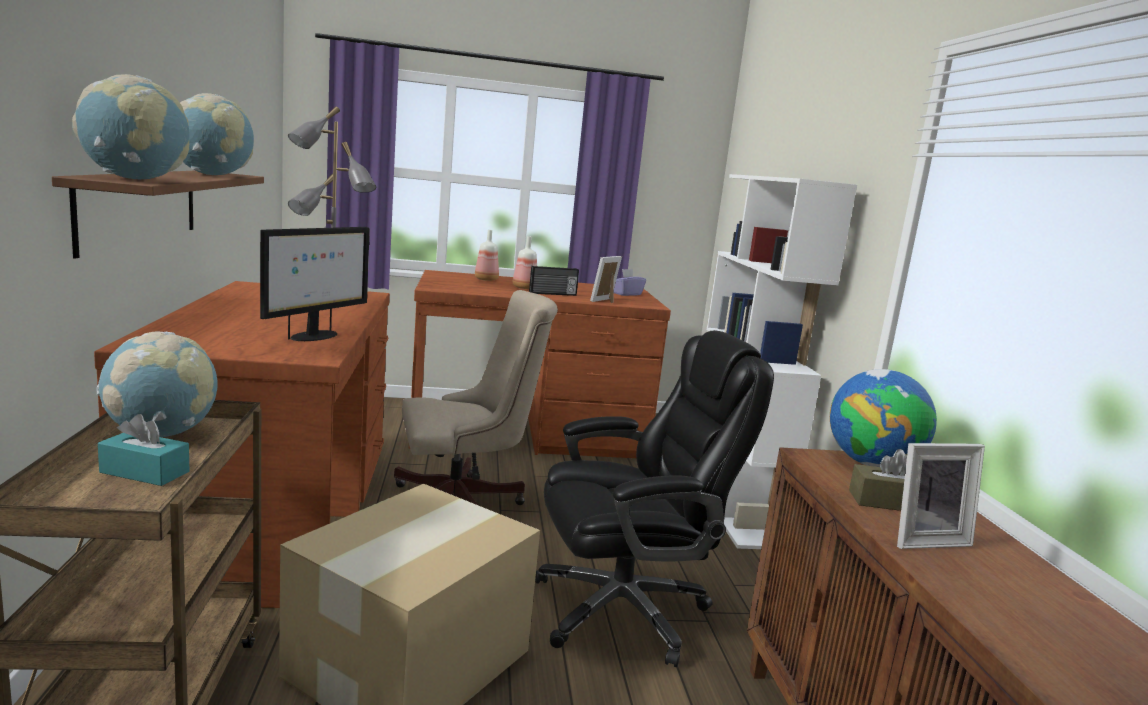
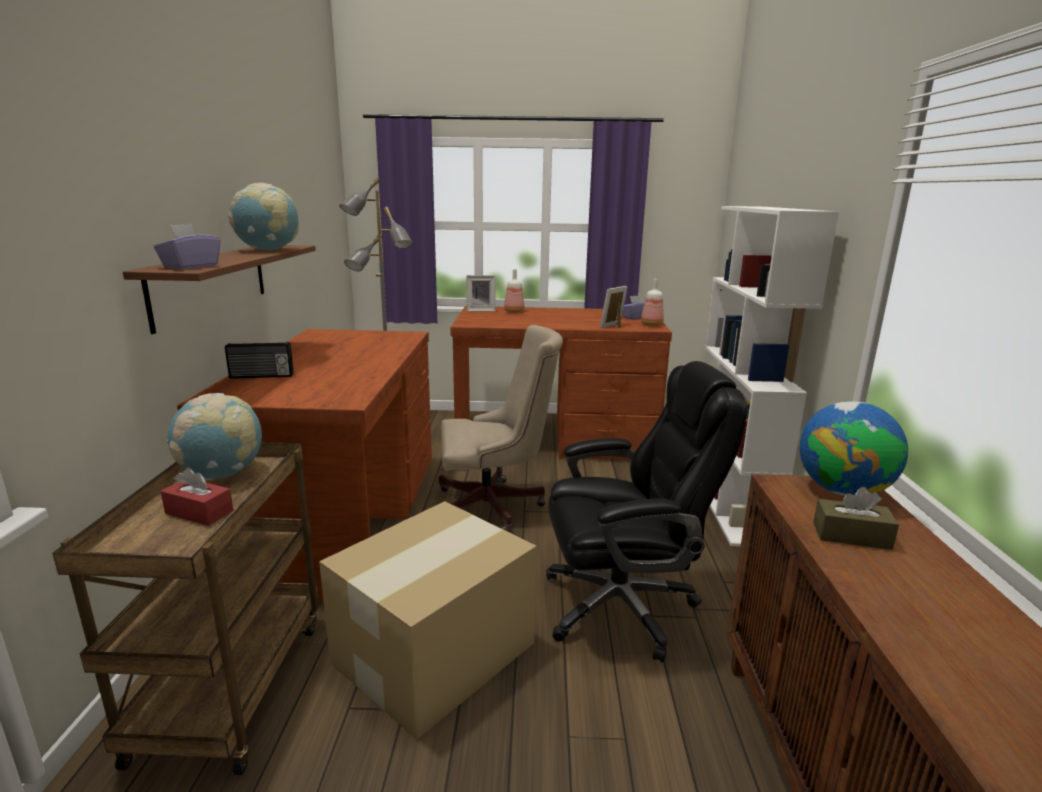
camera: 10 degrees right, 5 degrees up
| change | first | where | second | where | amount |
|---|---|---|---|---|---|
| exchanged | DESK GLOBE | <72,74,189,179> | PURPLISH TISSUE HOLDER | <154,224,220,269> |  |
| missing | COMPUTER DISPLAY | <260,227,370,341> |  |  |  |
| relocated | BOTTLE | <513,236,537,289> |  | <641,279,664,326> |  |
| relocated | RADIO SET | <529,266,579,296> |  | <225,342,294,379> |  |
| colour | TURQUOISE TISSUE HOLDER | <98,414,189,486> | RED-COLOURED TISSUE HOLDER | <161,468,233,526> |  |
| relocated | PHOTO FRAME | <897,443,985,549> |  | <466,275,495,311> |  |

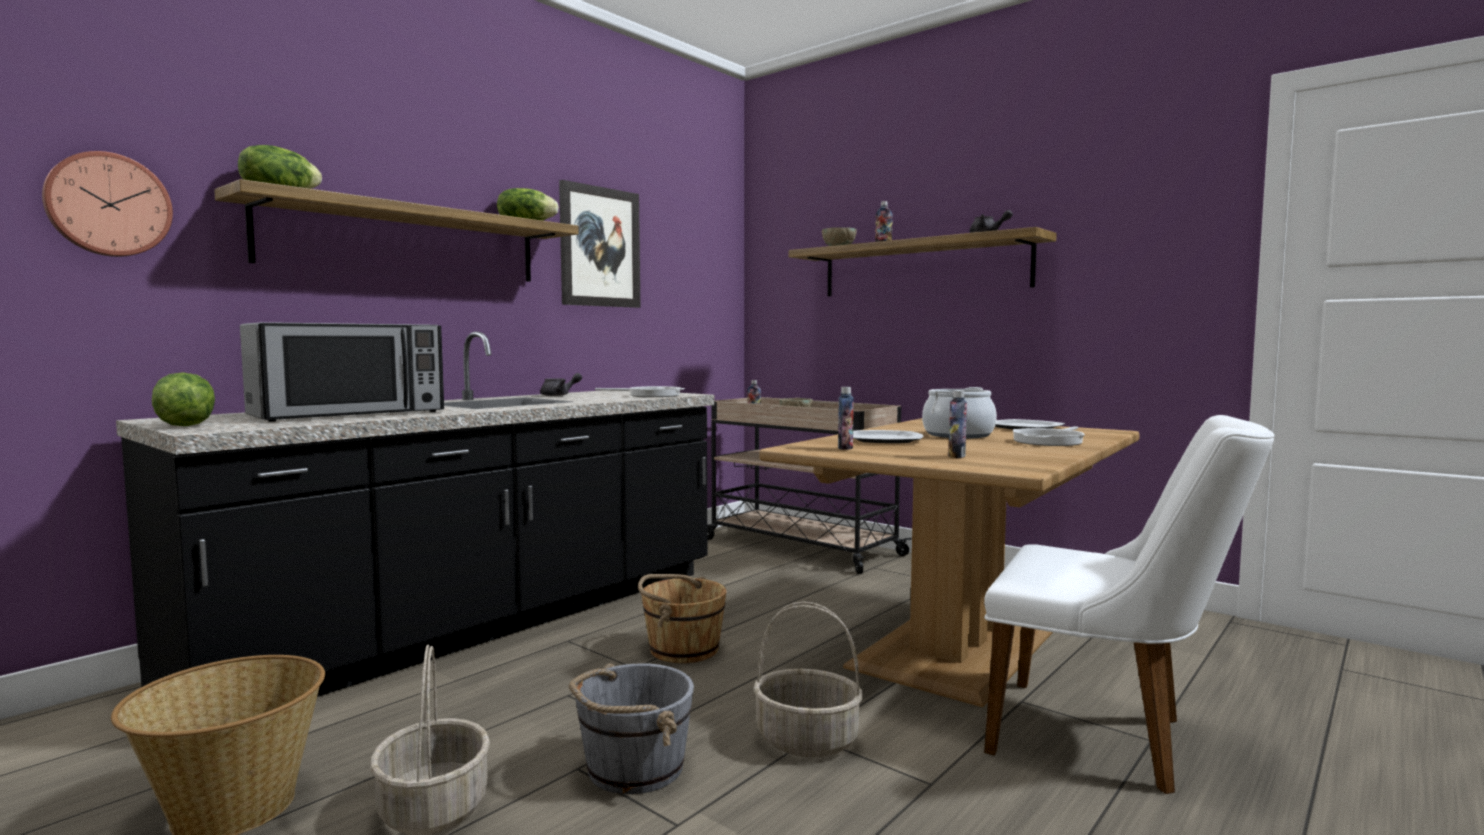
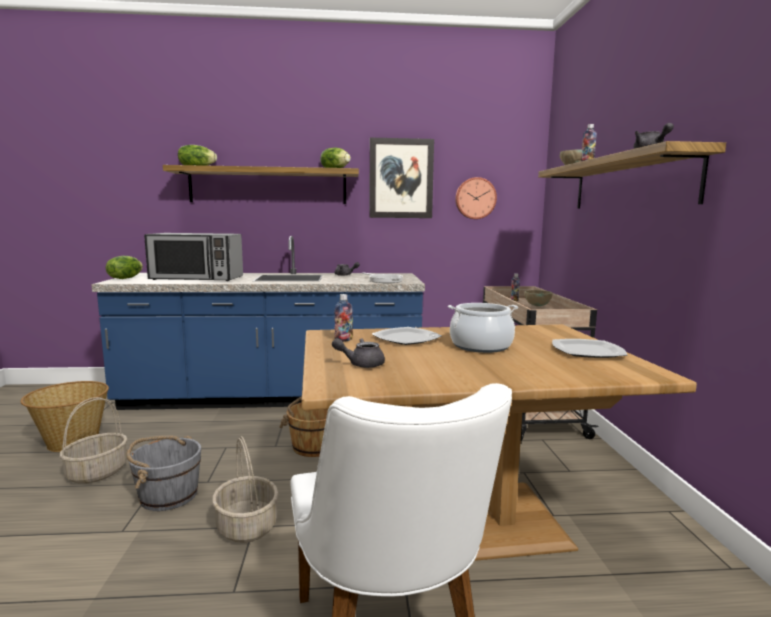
camera: 45 degrees right, 5 degrees up
| change | first | where | second | where | amount |
|---|---|---|---|---|---|
| relocated | WALL CLOCK | <42,151,173,257> |  | <455,177,497,219> |  |
| colour | BLACK-COLOURED KITCHEN BASE UNIT | <116,332,714,697> | BLUISH KITCHEN BASE UNIT | <91,236,425,410> |  |
| exchanged | BOTTLE | <949,390,967,458> | GREY TEA POT | <332,338,385,368> |  |
| missing | SKILLET | <1013,426,1085,446> |  |  |  |

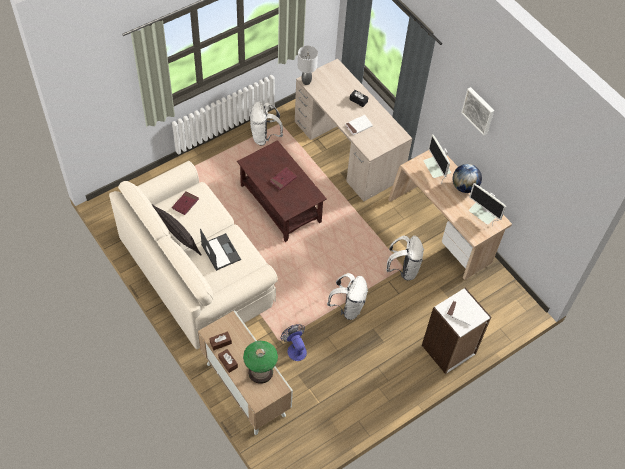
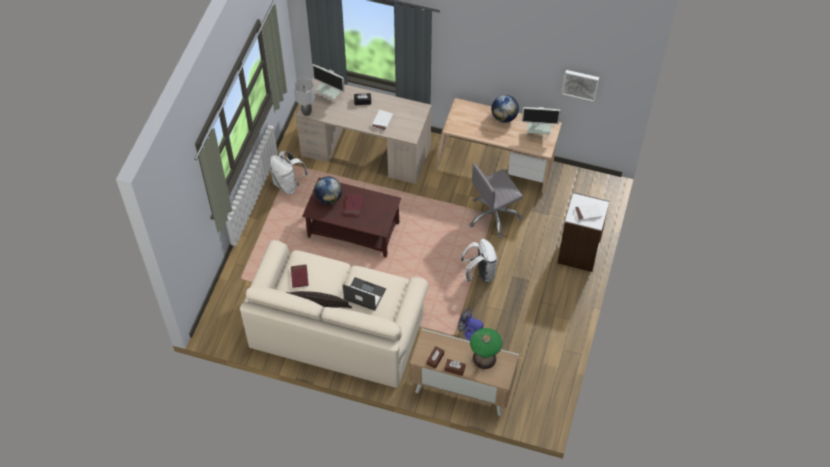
camera: 35 degrees left, 0 degrees up
| change | first | where | second | where | amount |
|---|---|---|---|---|---|
| relocated | WALL ART | <461,87,494,135> |  | <562,70,599,102> |  |
| relocated | COMPUTER DISPLAY | <423,134,451,184> |  | <312,64,345,100> |  |
| exchanged | WHITE BACKPACK | <386,236,424,281> | GREY DESK CHAIR | <469,163,523,238> |  |
| appeared |  |  | DESK GLOBE | <314,177,342,205> |  |

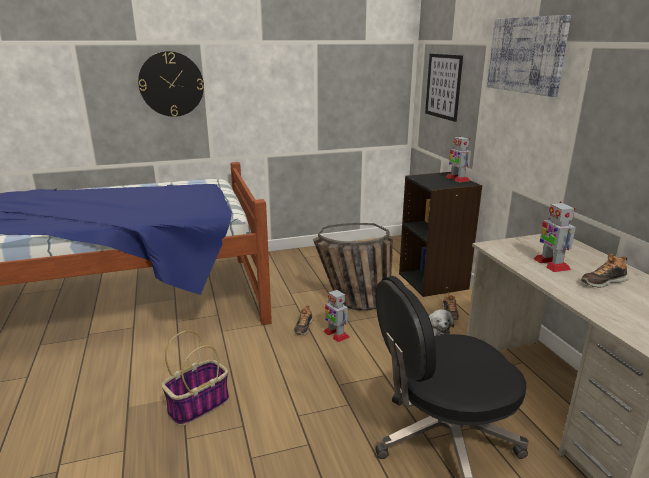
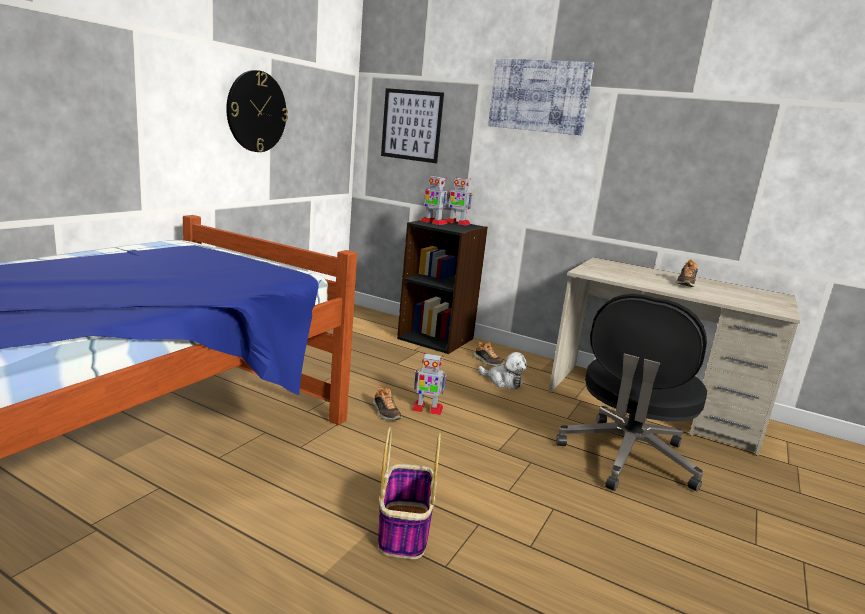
camera: 45 degrees left, 5 degrees down
| change | first | where | second | where | amount |
|---|---|---|---|---|---|
| relocated | WALL CLOCK | <138,51,204,117> |  | <226,70,288,152> |  |
| relocated | TOY ROBOT | <533,201,576,272> |  | <420,175,448,225> |  |
| missing | BASKET | <313,223,393,311> |  |  |  |

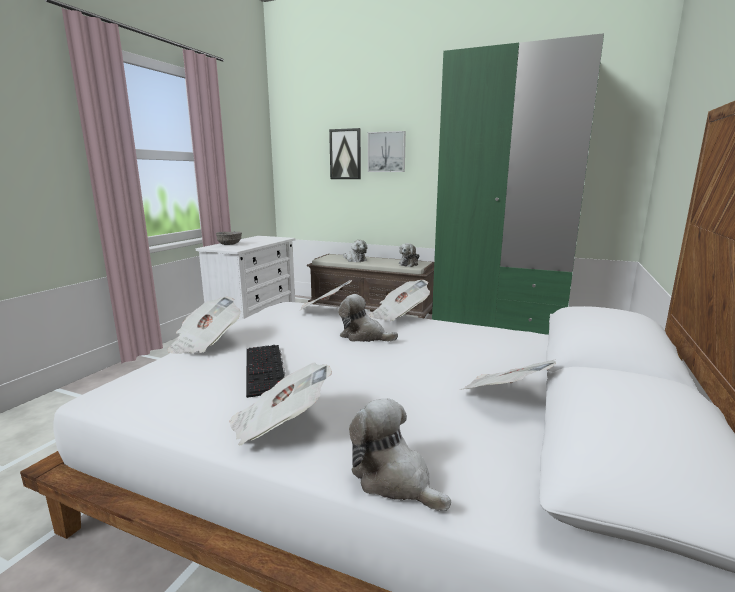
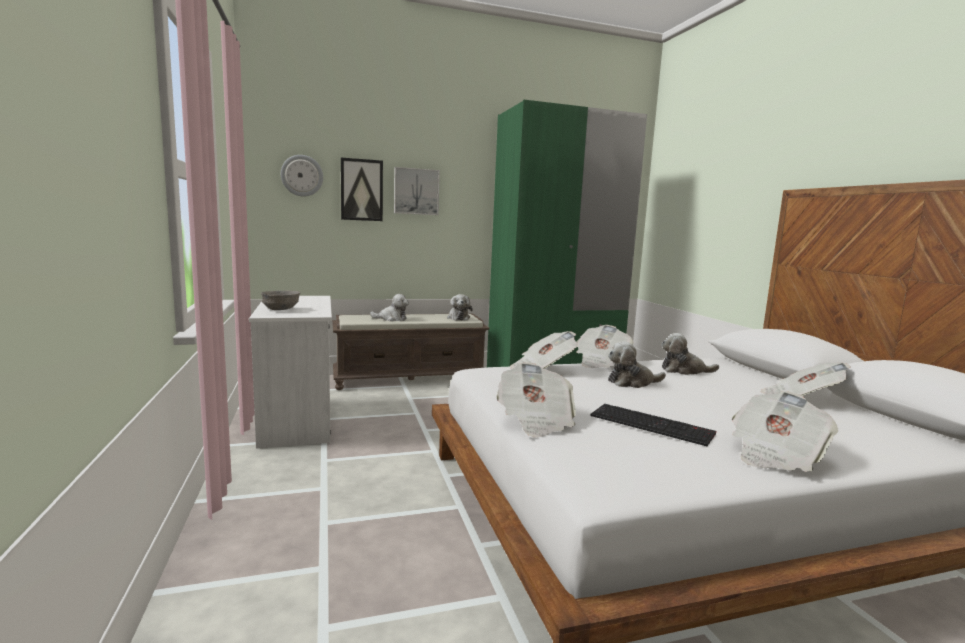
camera: 40 degrees left, 5 degrees down
| change | first | where | second | where | amount |
|---|---|---|---|---|---|
| relocated | CUDDLY TOY | <349,398,451,511> |  | <661,333,719,375> |  |
| appeared |  |  | WALL CLOCK | <281,155,323,197> |  |

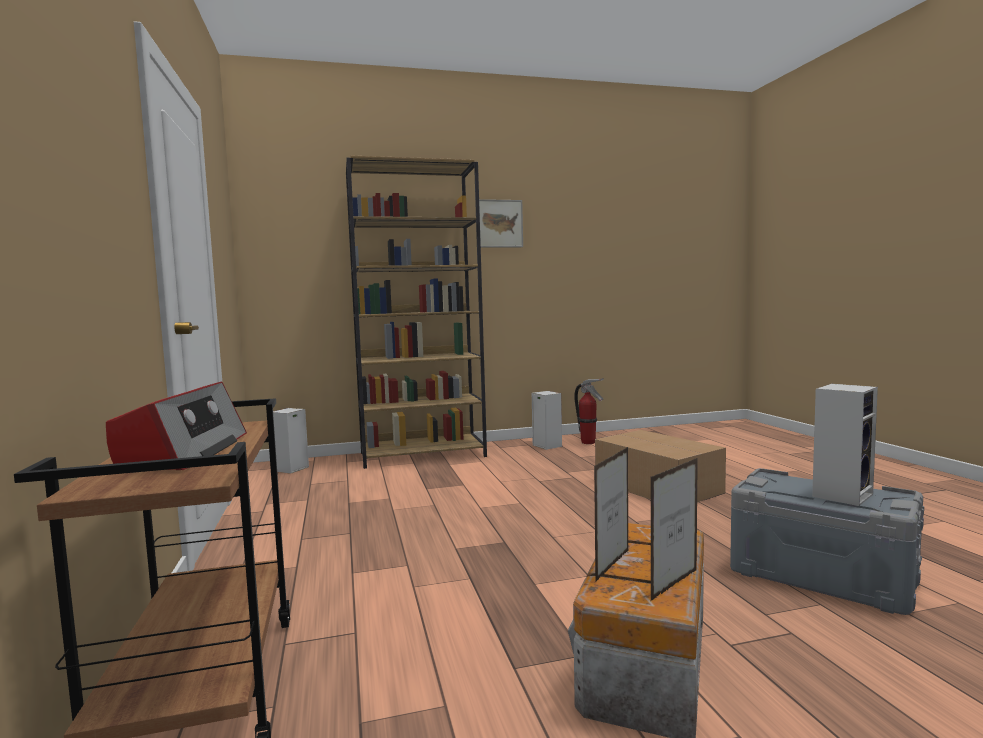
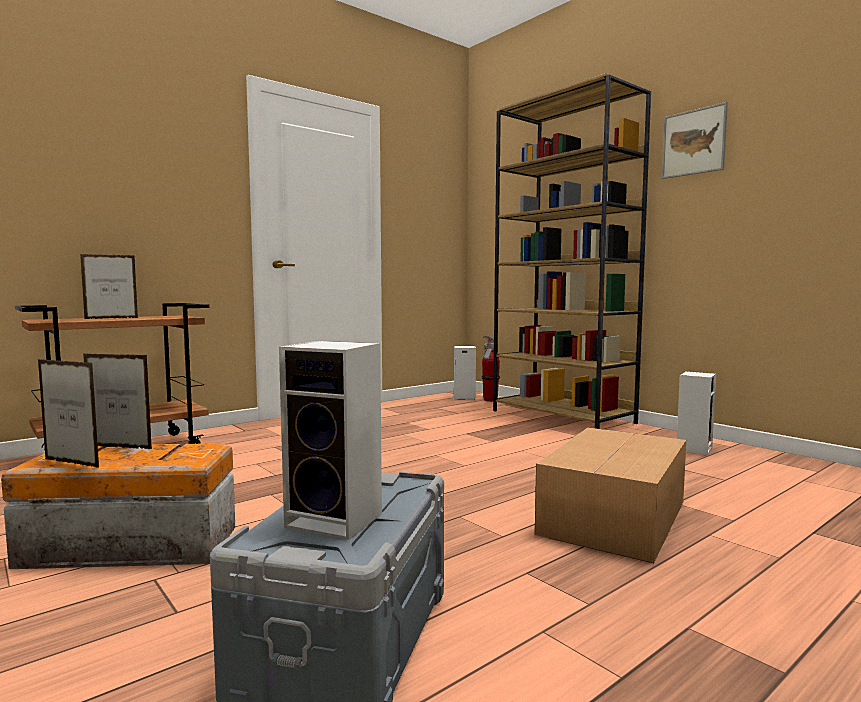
camera: 65 degrees right, 0 degrees up
| change | first | where | second | where | amount |
|---|---|---|---|---|---|
| relocated | FIRE-FIGHTING CYLINDER | <574,378,604,444> |  | <482,336,500,402> |  |
| exchanged | RADIO SET | <106,382,247,470> | PHOTO FRAME | <80,254,138,319> |  |

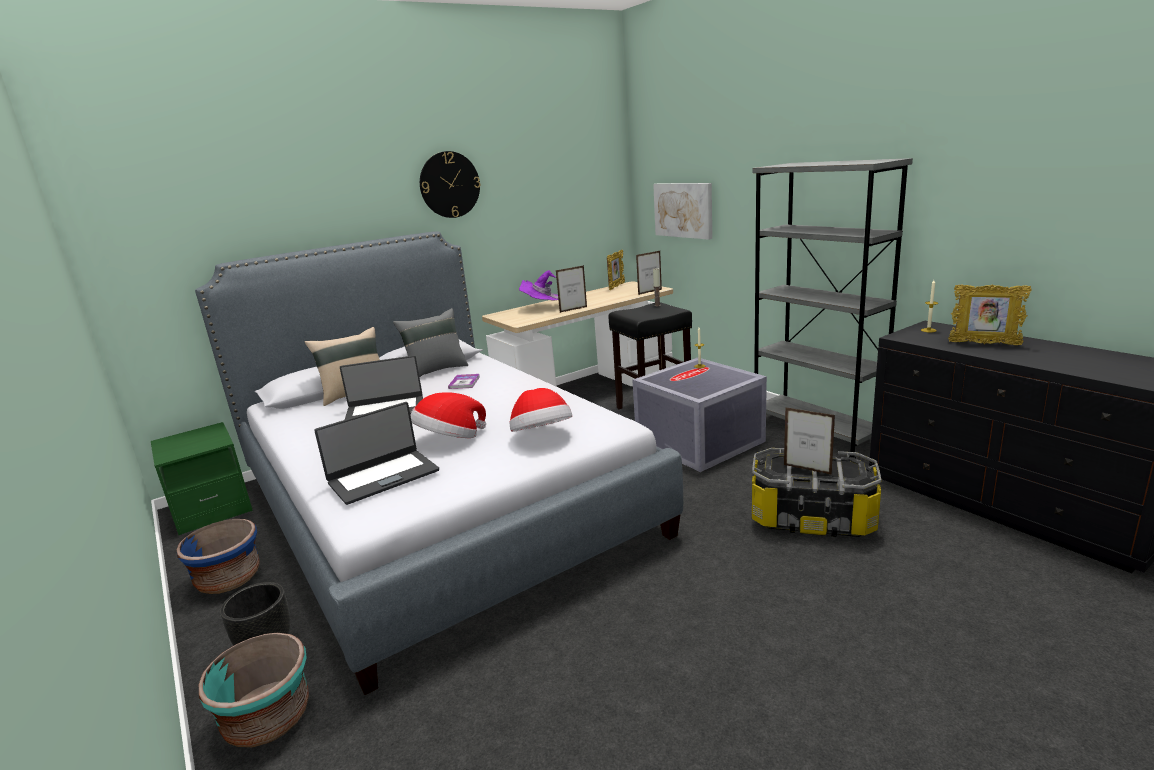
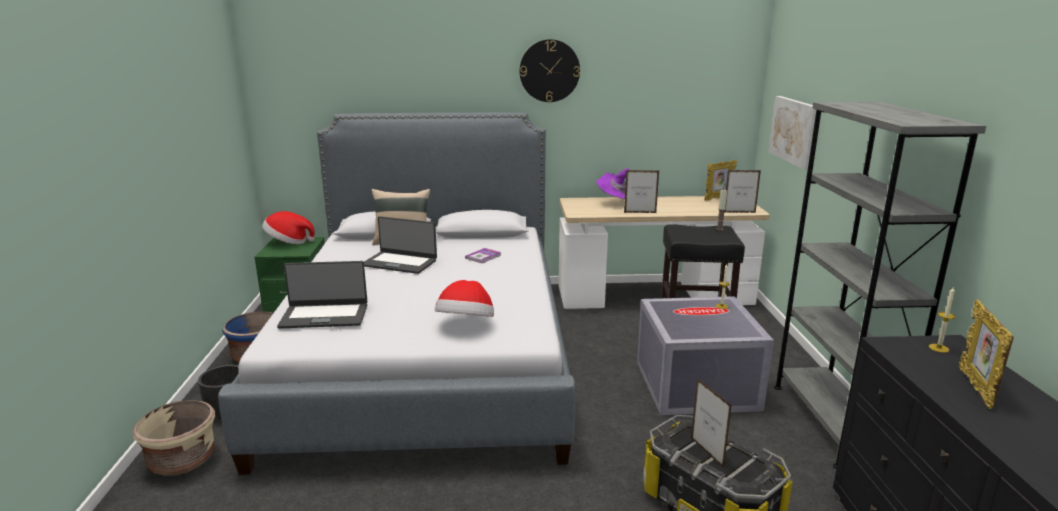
camera: 30 degrees right, 0 degrees up
| change | first | where | second | where | amount |
|---|---|---|---|---|---|
| spun | PHOTO FRAME | <948,284,1032,345> |  | <959,300,1014,409> | 45 degrees clockwise |
| missing | GREY CUSHION | <393,308,468,377> |  |  |  |
| relocated | HAT | <410,392,486,438> |  | <262,211,315,245> |  |
| colour | TURQUOISE PLANT POT | <199,633,309,747> | SAND-COLOURED PLANT POT | <133,400,215,476> |  |

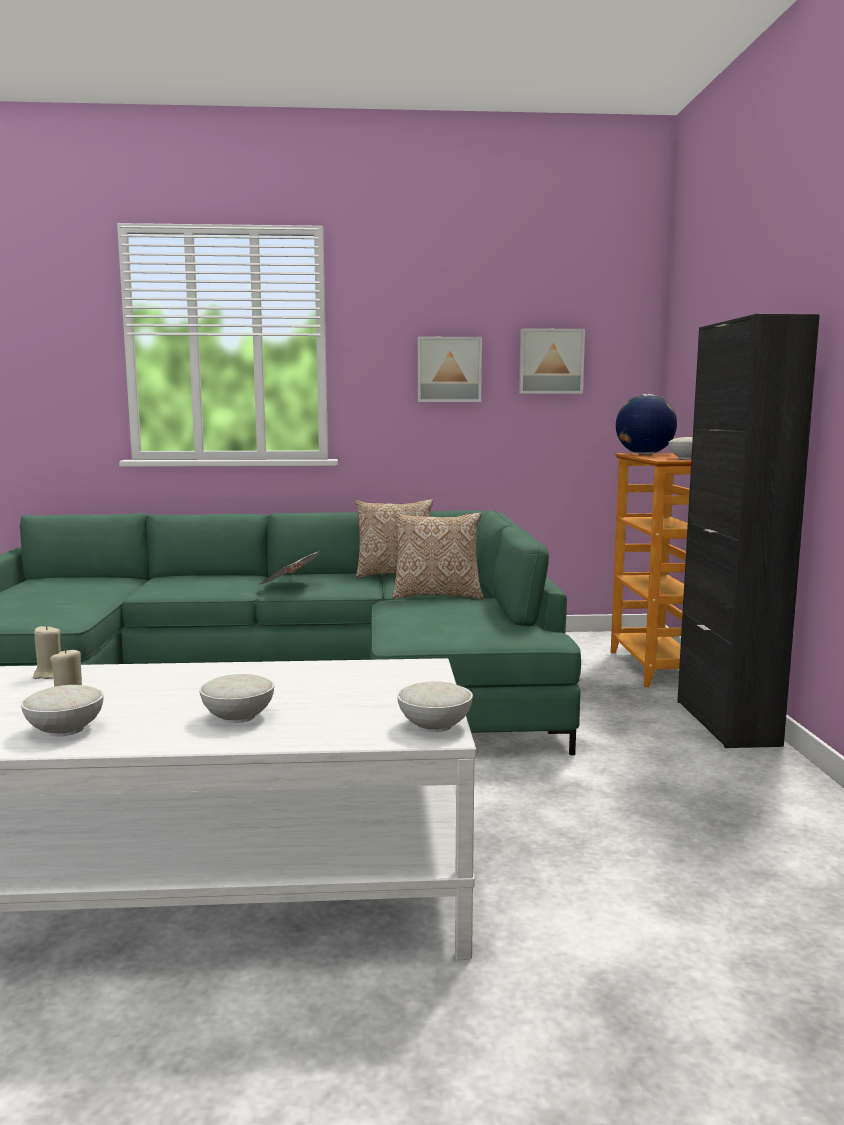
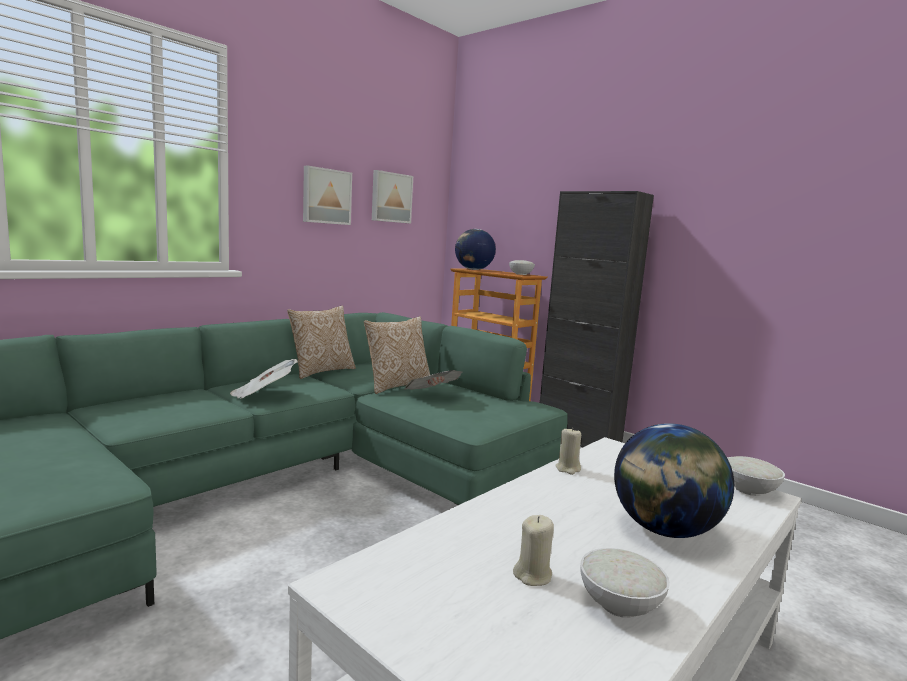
camera: 45 degrees left, 0 degrees up
| change | first | where | second | where | amount |
|---|---|---|---|---|---|
| relocated | SAND-COLOURED WAX LIGHT | <33,625,61,679> |  | <555,427,581,475> |  |
| exchanged | WHITE BOWL | <199,674,274,723> | DESK GLOBE | <614,423,734,538> |  |
| appeared |  |  | NEWSPAPER | <405,370,463,390> |  |

